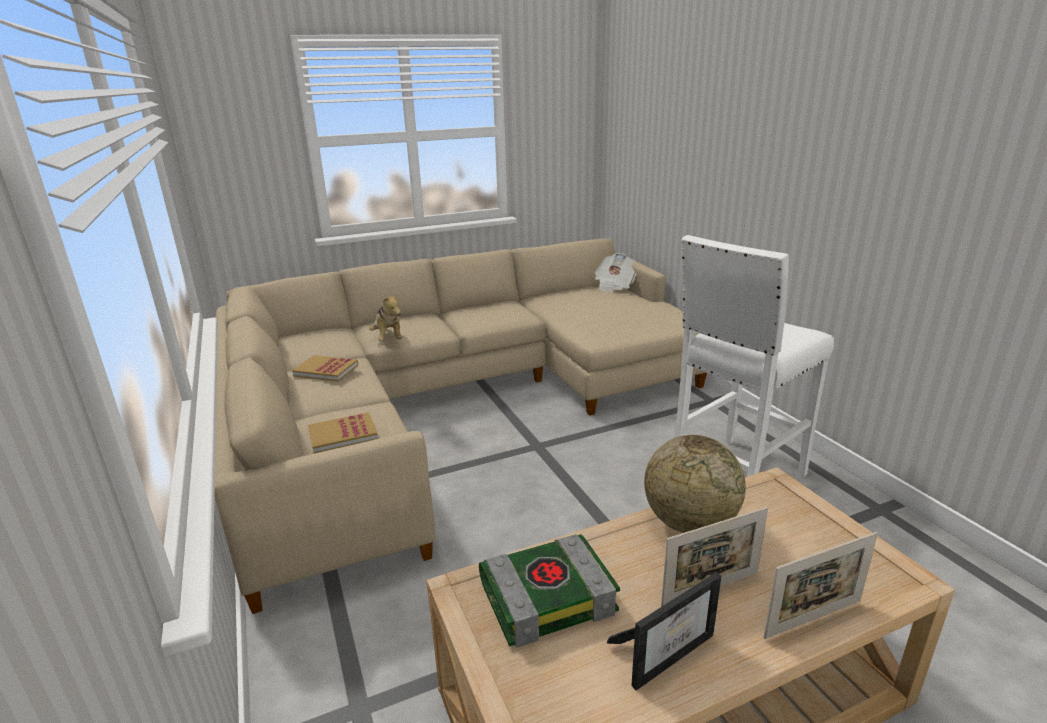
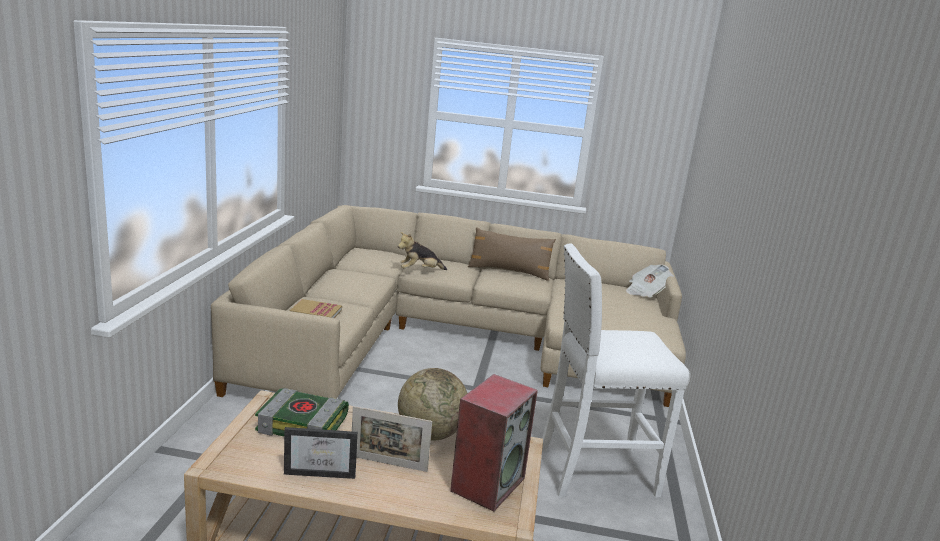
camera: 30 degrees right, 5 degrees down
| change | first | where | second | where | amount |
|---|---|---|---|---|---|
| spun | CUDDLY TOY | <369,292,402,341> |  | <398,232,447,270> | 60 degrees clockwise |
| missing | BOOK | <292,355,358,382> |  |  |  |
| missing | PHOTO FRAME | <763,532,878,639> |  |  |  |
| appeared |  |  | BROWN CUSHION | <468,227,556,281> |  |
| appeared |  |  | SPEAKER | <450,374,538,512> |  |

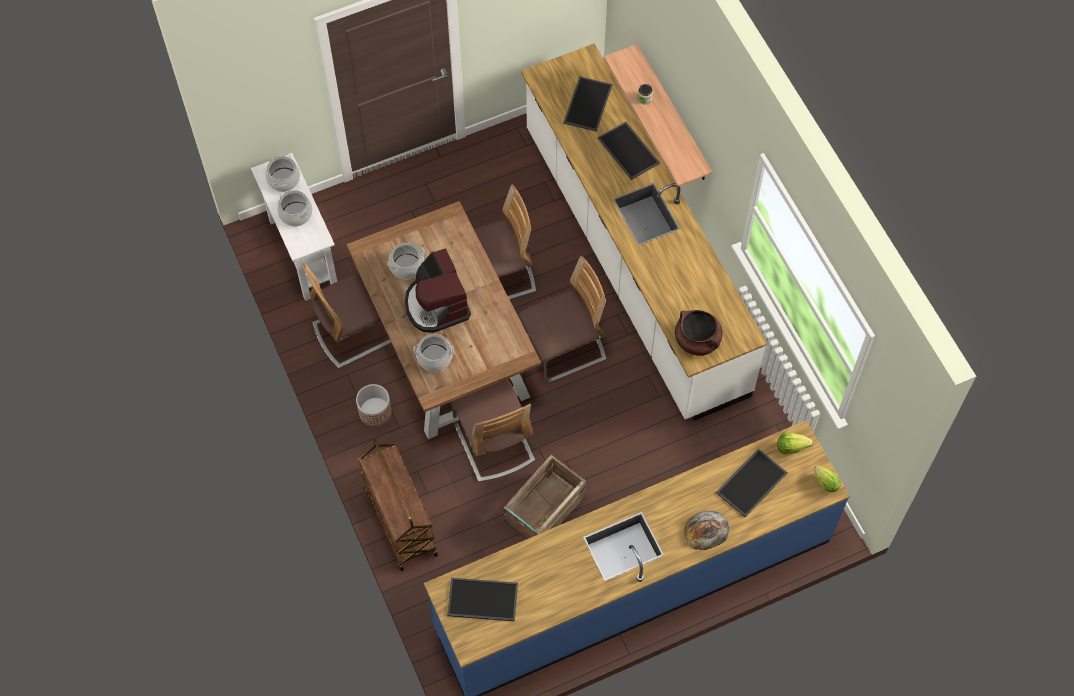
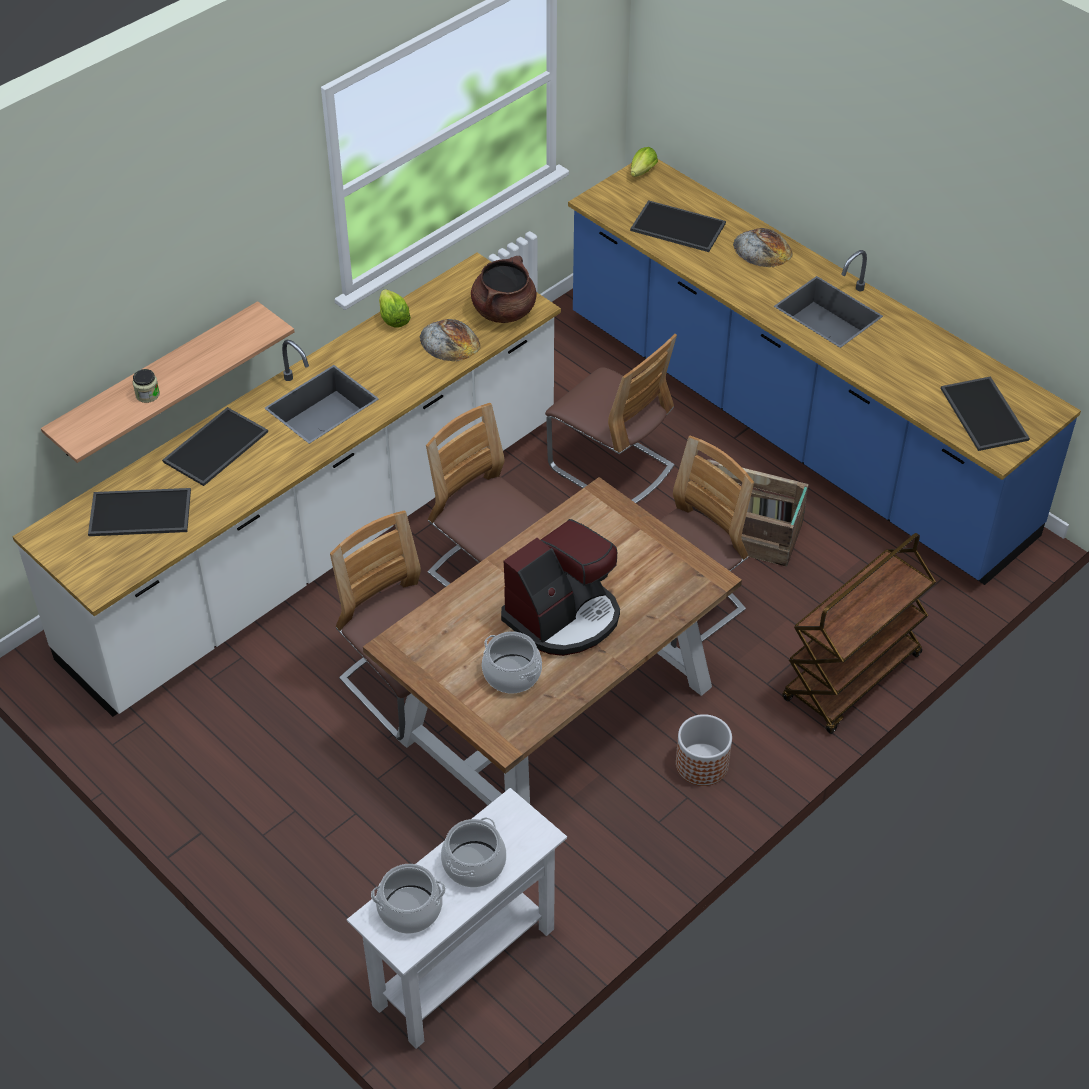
camera: 110 degrees left, 15 degrees down
| change | first | where | second | where | amount |
|---|---|---|---|---|---|
| relocated | CHAIR | <303,263,391,368> |  | <545,334,677,503> |  |
| missing | COOKING POT | <413,334,454,372> |  |  |  |
| relocated | LETTUCE HEAD | <777,432,813,454> |  | <379,289,411,328> |  |
| appeared |  |  | BREAD | <419,319,481,362> |  |

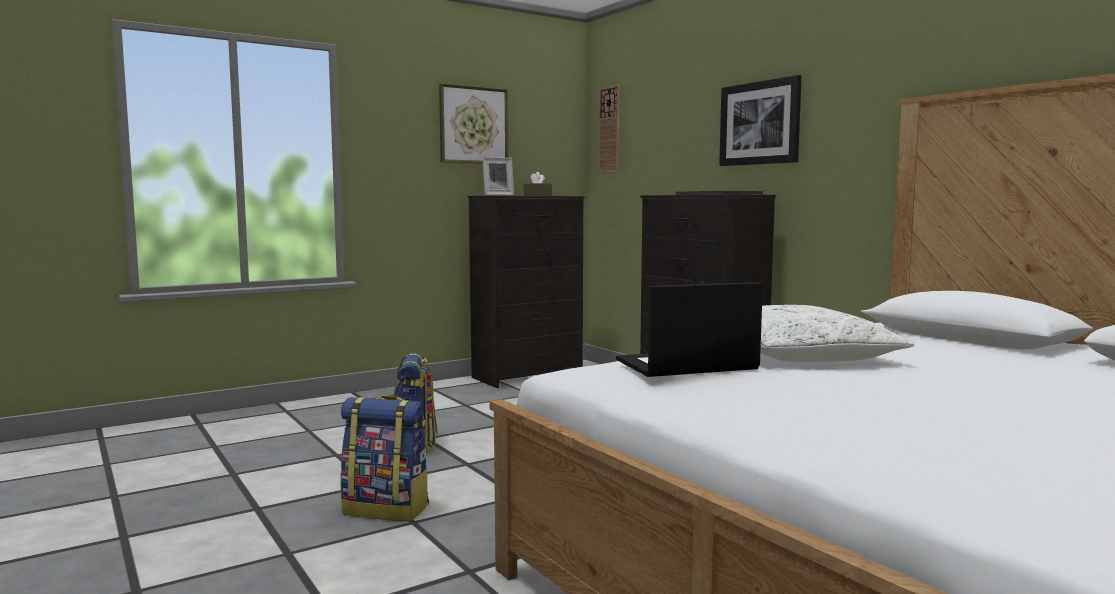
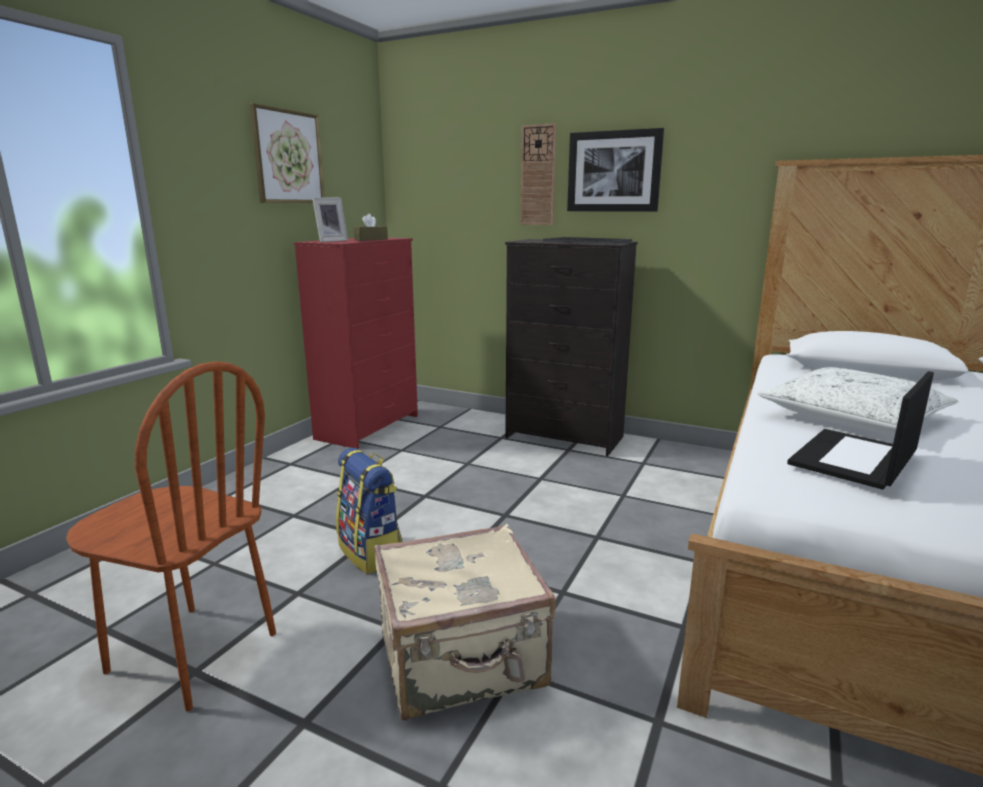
camera: 30 degrees left, 10 degrees up
| change | first | where | second | where | amount |
|---|---|---|---|---|---|
| relocated | WALL CLOCK | <598,85,620,173> |  | <521,123,556,225> |  |
| colour | BLACK-COLOURED CHEST OF DRAWERS | <468,196,585,388> | RED-COLOURED CHEST OF DRAWERS | <294,238,418,449> |  |
| exchanged | BACKPACK | <340,395,429,521> | SAND-COLOURED SUITCASE | <374,524,556,720> |  |
| appeared |  |  | BROWN CHAIR | <66,361,276,712> |  |

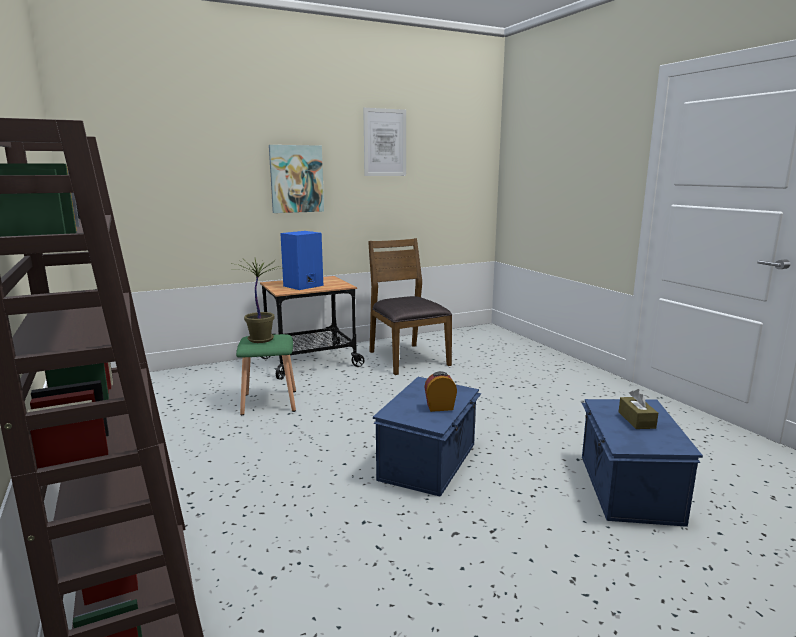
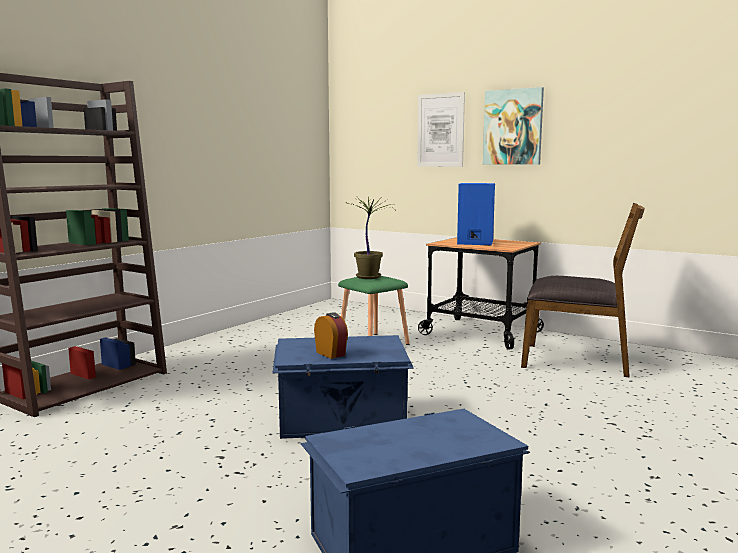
camera: 60 degrees right, 5 degrees down
| change | first | where | second | where | amount |
|---|---|---|---|---|---|
| relocated | WALL ART | <363,108,406,176> |  | <417,92,465,167> |  |
| spun | BROWN CHAIR | <368,238,452,375> |  | <521,203,645,377> | 75 degrees clockwise |
| missing | BROWN TISSUE HOLDER | <619,389,658,429> |  |  |  |

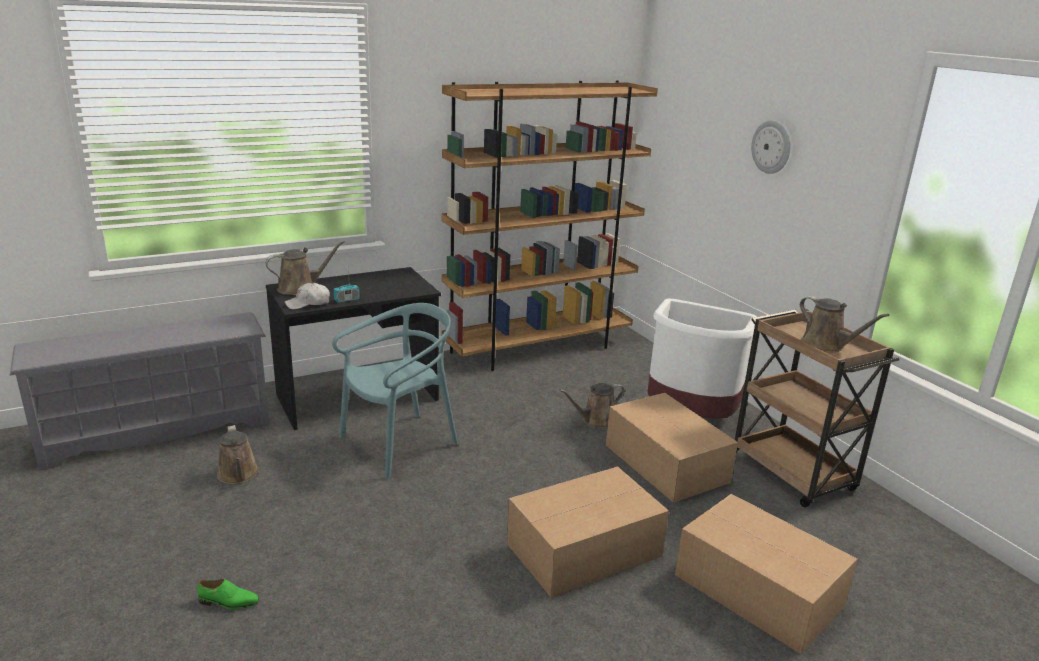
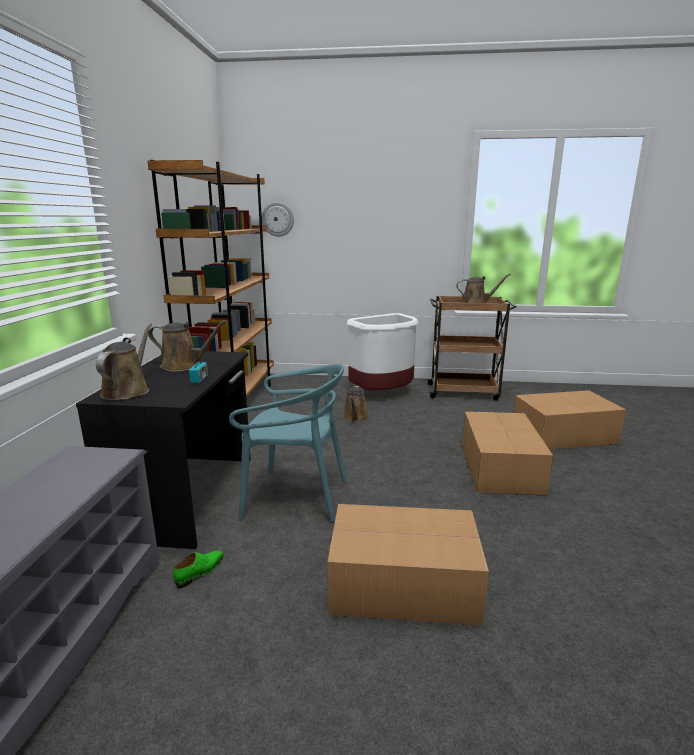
camera: 55 degrees left, 5 degrees down
| change | first | where | second | where | amount |
|---|---|---|---|---|---|
| relocated | WALL CLOCK | <751,120,791,174> |  | <262,202,294,237> |  |
| missing | WHITE PEAKED CAP | <285,283,330,309> |  |  |  |
| spun | TURQUOISE CHAIR | <332,303,458,478> |  | <229,364,347,522> | 105 degrees clockwise |
| relocated | CARTON | <606,393,738,503> |  | <327,504,489,625> |  |
| relocated | BROWN WATERING POT | <217,425,259,484> |  | <148,320,227,372> |  |
| relocated | GREENISH ITEM OF FOOTWEAR | <197,579,259,609> |  | <173,551,224,588> |  |

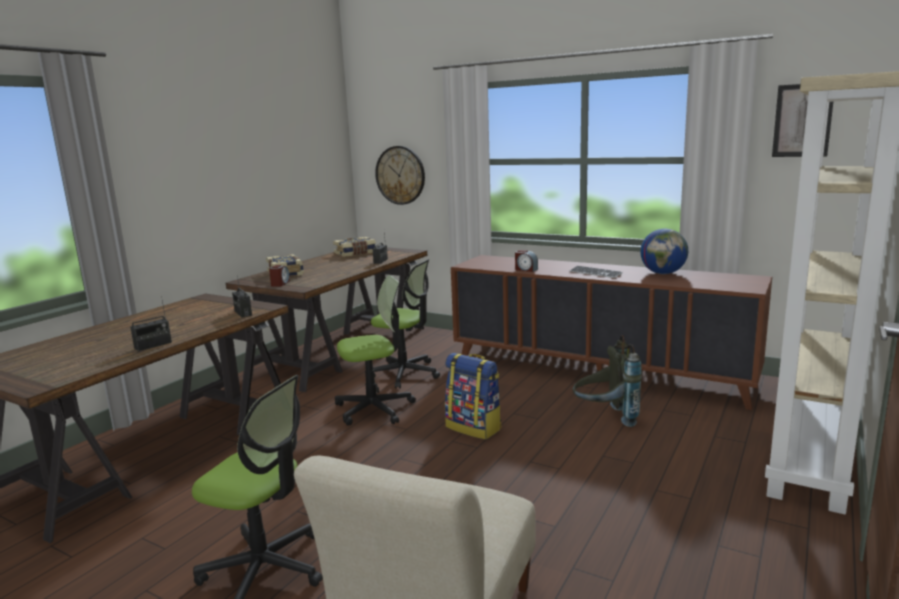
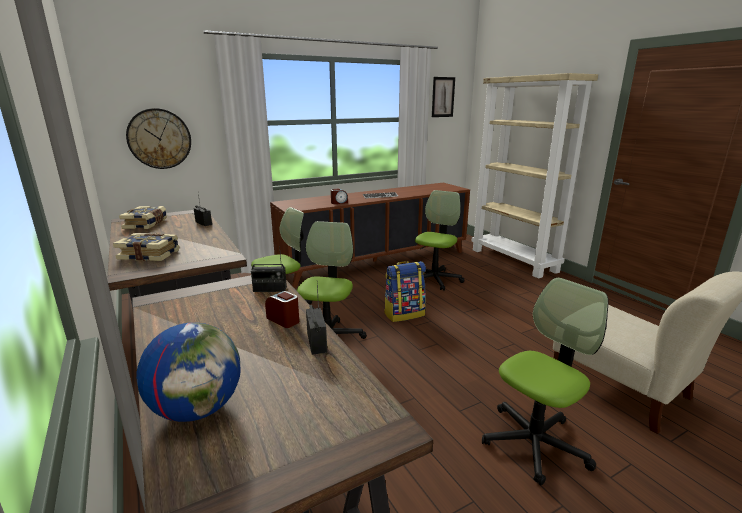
camera: 60 degrees left, 5 degrees up
| change | first | where | second | where | amount |
|---|---|---|---|---|---|
| relocated | DESK GLOBE | <640,229,688,274> |  | <136,322,241,422> |  |
| relocated | BEDSIDE CLOCK | <269,265,290,287> |  | <265,291,299,328> |  |
| exchanged | GREY BACKPACK | <573,335,642,427> | DESK CHAIR | <415,190,464,291> |  |

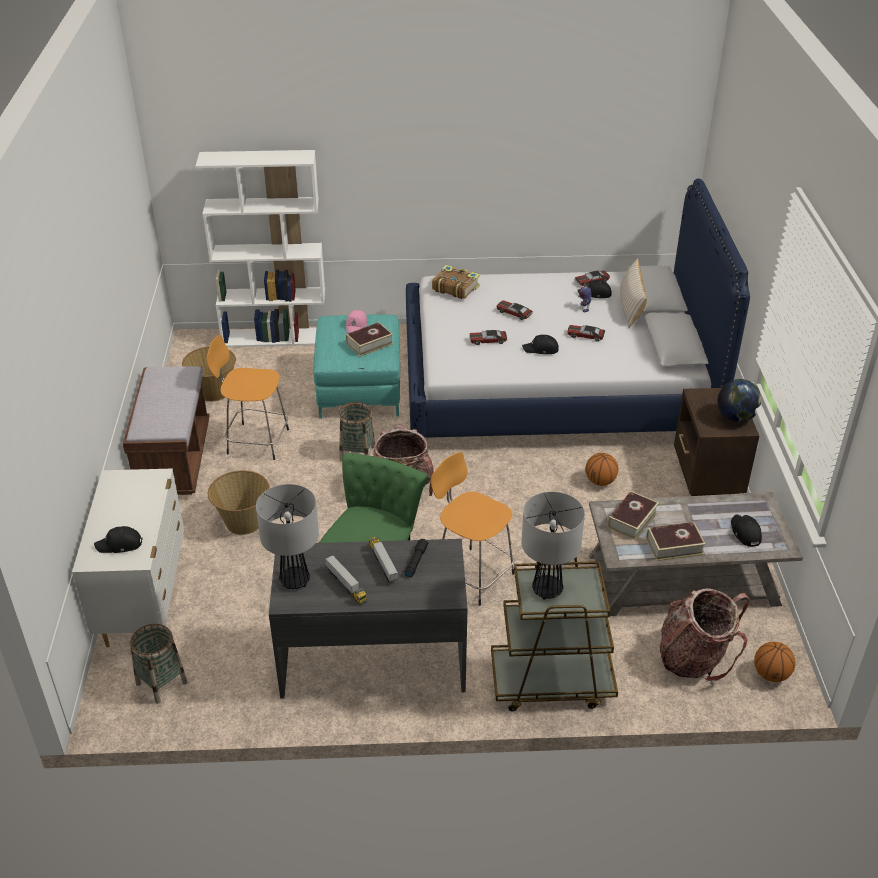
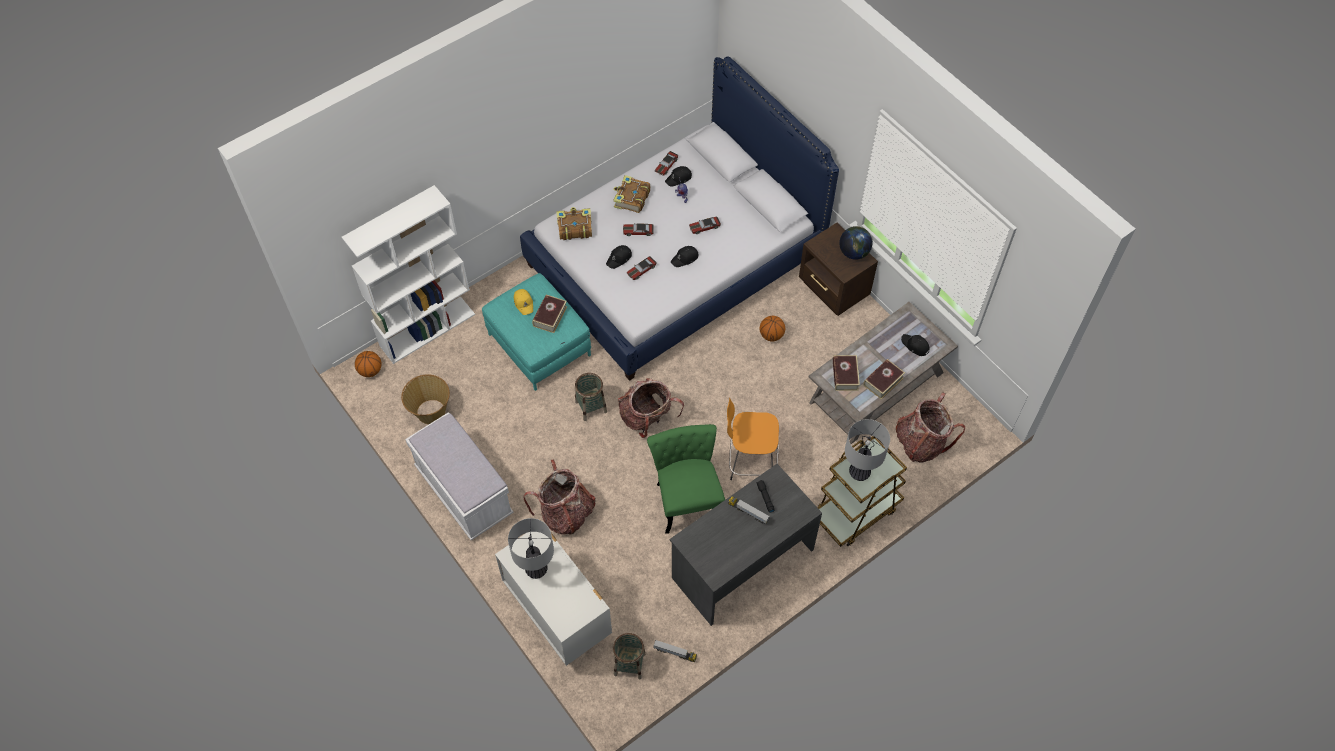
camera: 35 degrees left, 20 degrees up
| change | first | where | second | where | amount |
|---|---|---|---|---|---|
| missing | SAND-COLOURED CUSHION | <620,258,647,328> |  |  |  |
| colour | PINKISH PEAKED CAP | <346,310,367,333> | YELLOWISH PEAKED CAP | <514,289,533,315> |  |
| missing | ORANGEY STOOL | <206,335,289,460> |  |  |  |
| colour | BROWN BENCH | <123,366,210,495> | WHITE BENCH | <405,412,513,540> |  |
| exchanged | BASKET | <208,470,270,535> | BACKPACK | <524,460,596,535> |  |
| relocated | TABLE LAMP | <256,484,319,589> |  | <508,518,554,579> |  |
| relocated | BLACK-COLOURED PEAKED CAP | <94,526,142,553> |  | <606,245,632,269> |  |
| relocated | TOY LORRY | <325,555,367,605> |  | <653,640,697,662> |  |
| relocated | BALL FOR BASKETBALL | <754,642,795,682> |  | <355,351,382,377> |  |
| appeared |  |  | BOOK | <613,175,650,213> |  |

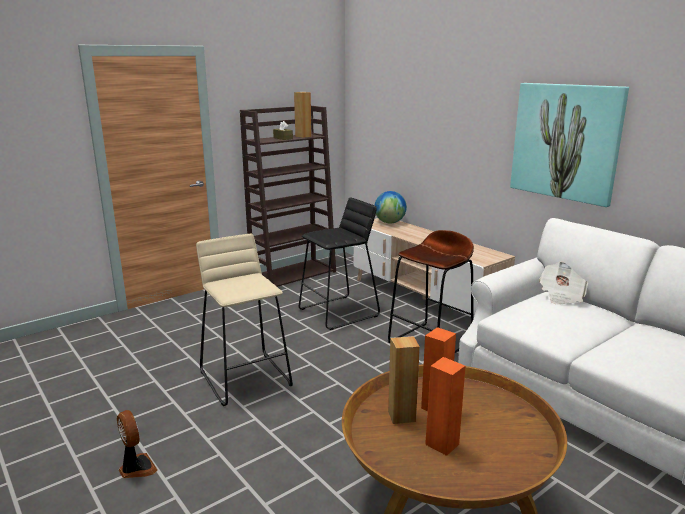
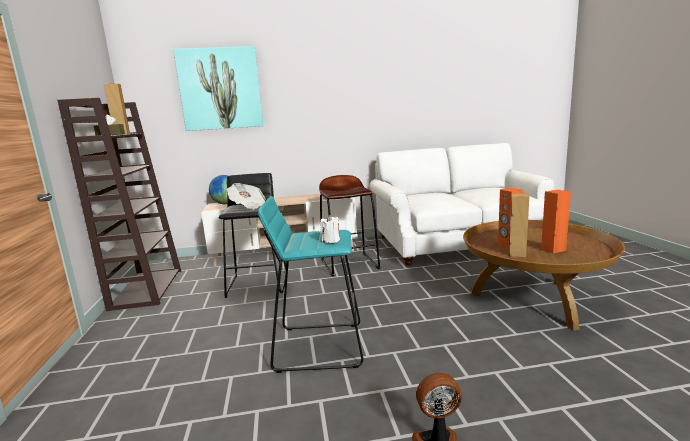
camera: 60 degrees left, 5 degrees down
| change | first | where | second | where | amount |
|---|---|---|---|---|---|
| relocated | WALL ART | <510,83,629,207> |  | <173,46,263,131> |  |
| colour | SAND-COLOURED STOOL | <196,234,293,406> | TURQUOISE STOOL | <258,196,363,373> |  |
| relocated | NEWSPAPER | <539,261,588,305> |  | <227,183,266,210> |  |
| appeared |  |  | WHITE WAX LIGHT | <320,215,340,243> |  |

